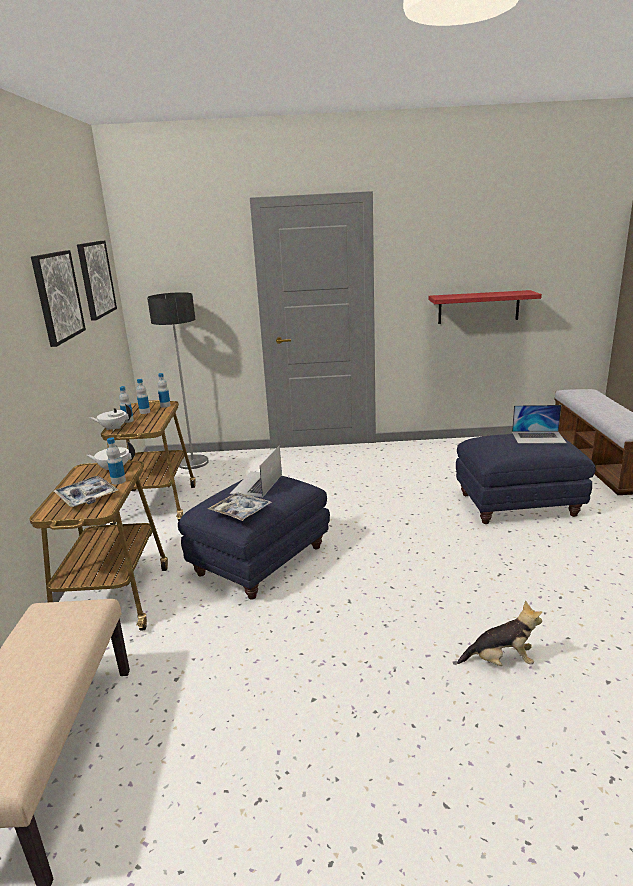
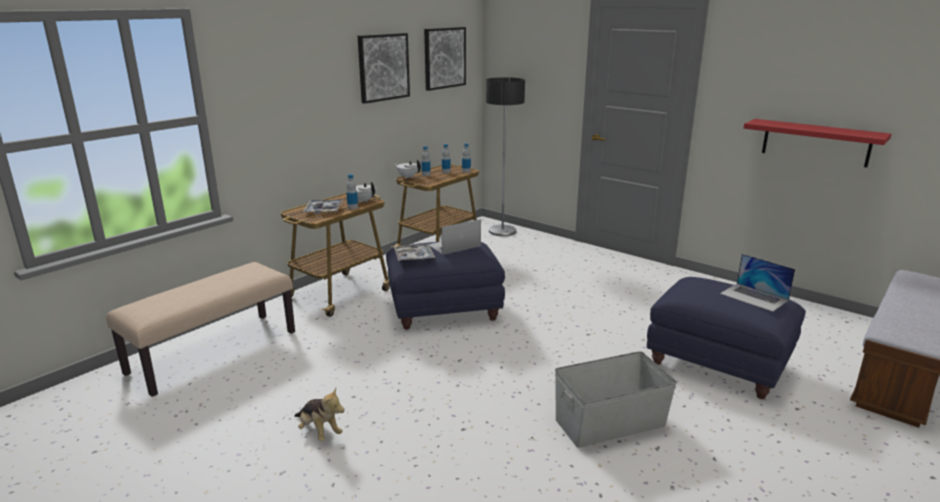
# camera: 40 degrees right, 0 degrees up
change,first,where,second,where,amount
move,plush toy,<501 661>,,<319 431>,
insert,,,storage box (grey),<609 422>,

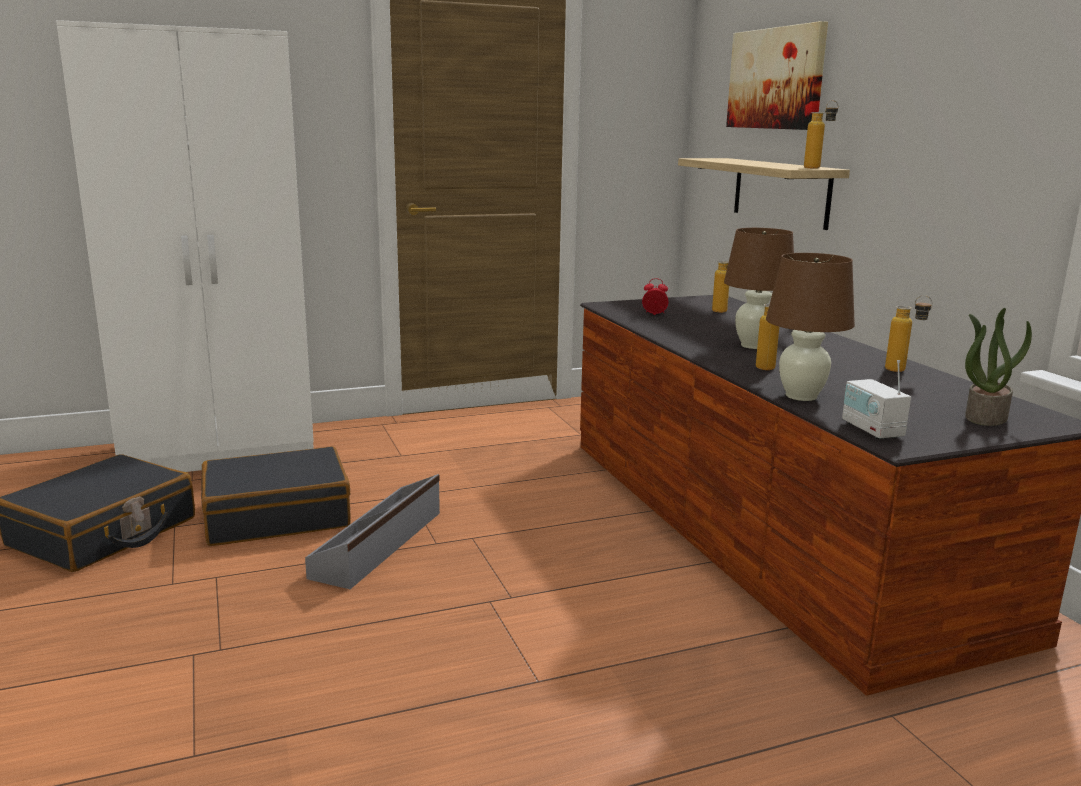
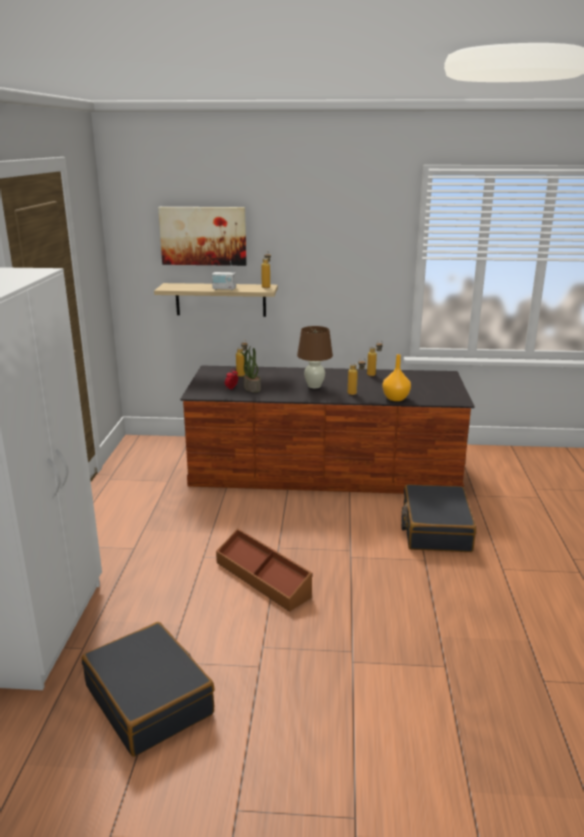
# camera: 65 degrees left, 5 degrees up
change,first,where,second,where,amount
replace,table lamp (brown),<801 396>,vase (orange),<396 398>,
move,potted plant,<985 416>,,<251 388>,
move,radio,<871 430>,,<224 289>,
move,suitcase (black),<277 515>,,<435 529>,
recolor,storage box (grey),<380 544>,storage box (brown),<263 578>,

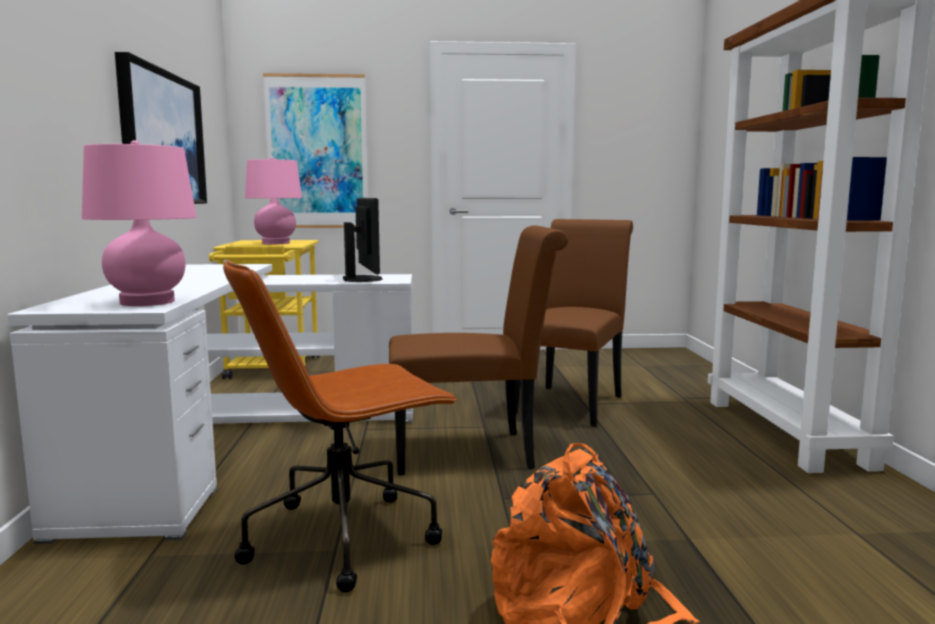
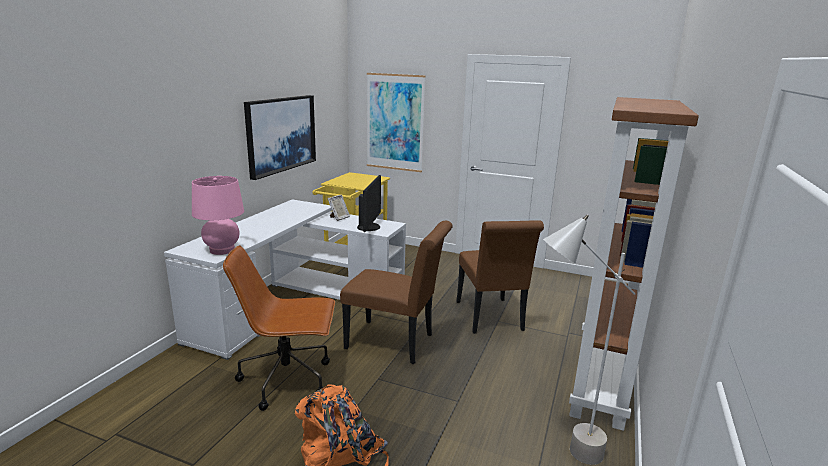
# camera: 25 degrees right, 10 degrees up
change,first,where,second,where,amount
delete,table lamp (pink),<276 243>,,,
rotate,chair (brown),<571 403>,,<490 318>,120 degrees clockwise
insert,,,picture frame,<339 218>,
insert,,,floor lamp (grey),<561 455>,

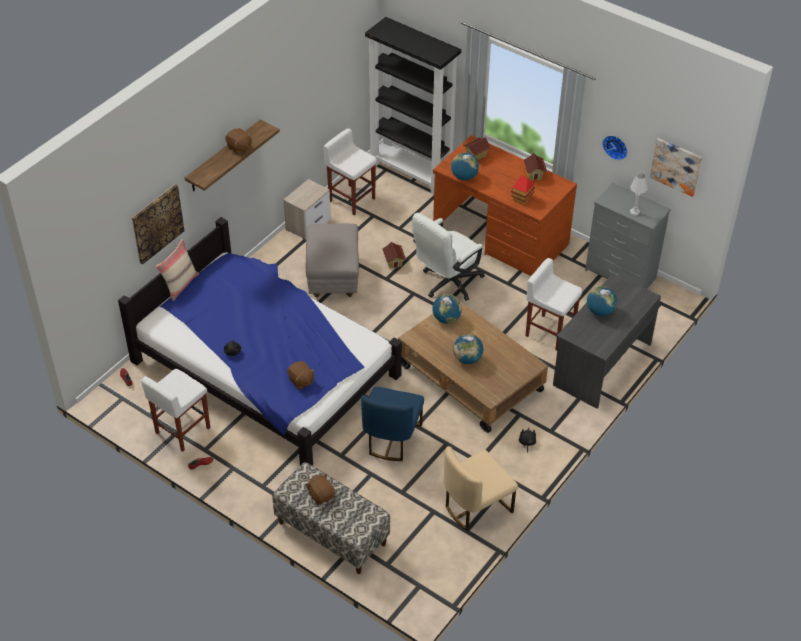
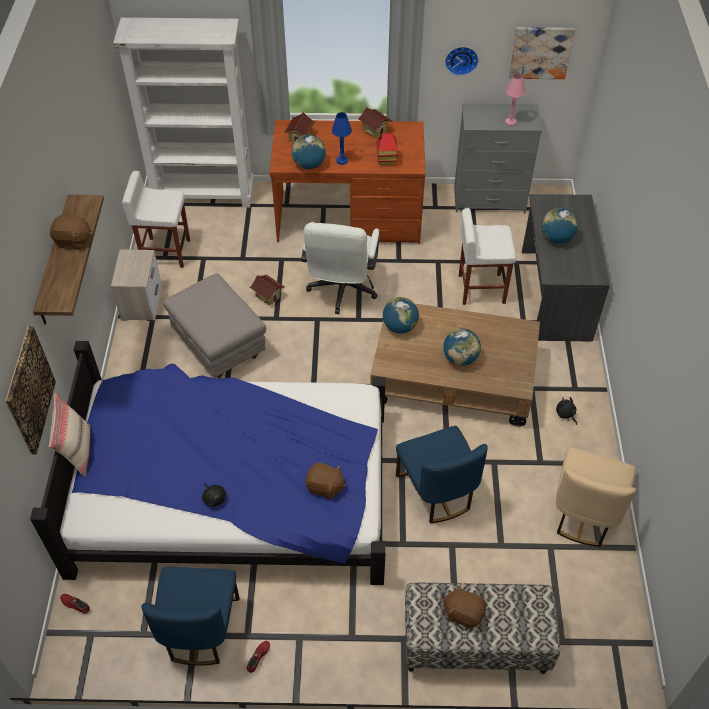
# camera: 35 degrees left, 5 degrees up
change,first,where,second,where,amount
recolor,bookcase (black),<411 172>,bookcase (white),<204 195>,
recolor,table lamp (white),<634 212>,table lamp (pink),<510 122>,
replace,stool (white),<182 431>,chair (blue),<200 629>,
insert,,,table lamp (blue),<342 161>,

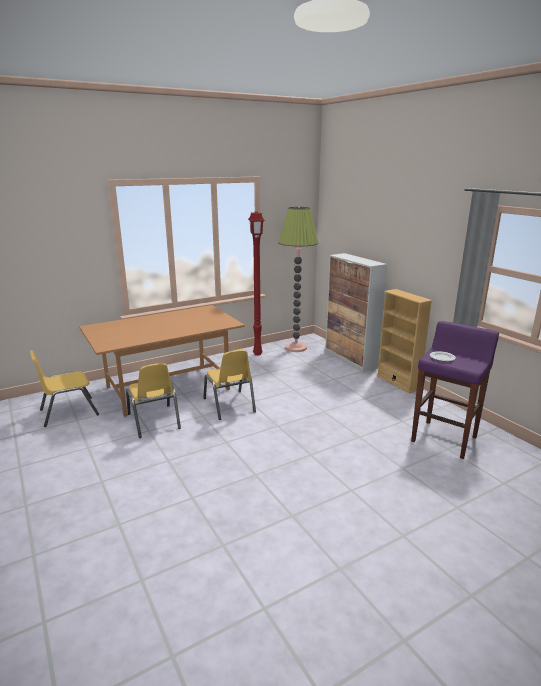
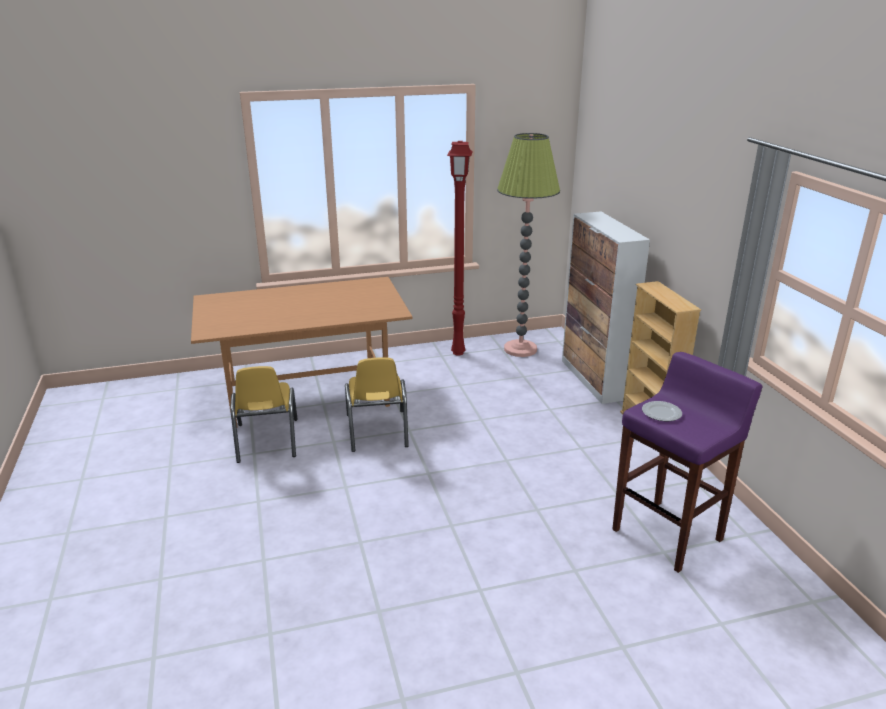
# camera: 15 degrees right, 5 degrees up
change,first,where,second,where,amount
delete,chair (yellow),<68 412>,,,

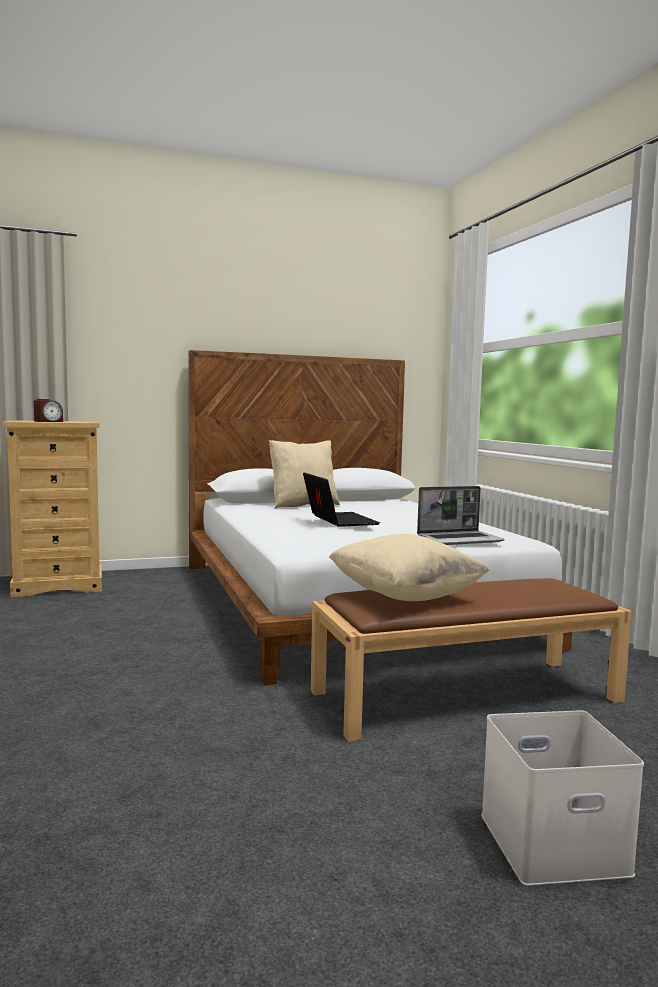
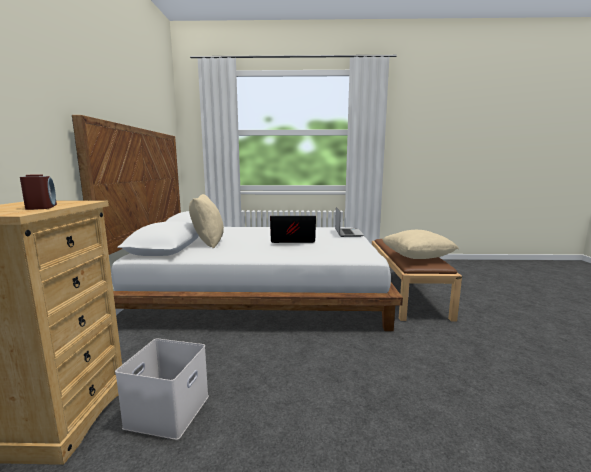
# camera: 70 degrees left, 5 degrees up
change,first,where,second,where,amount
move,storage box (white),<554 841>,,<167 410>,

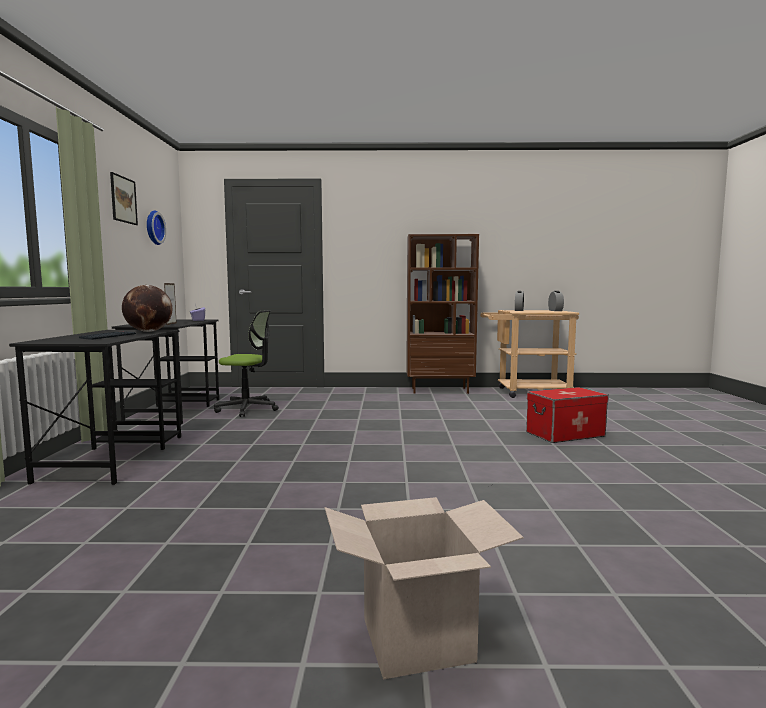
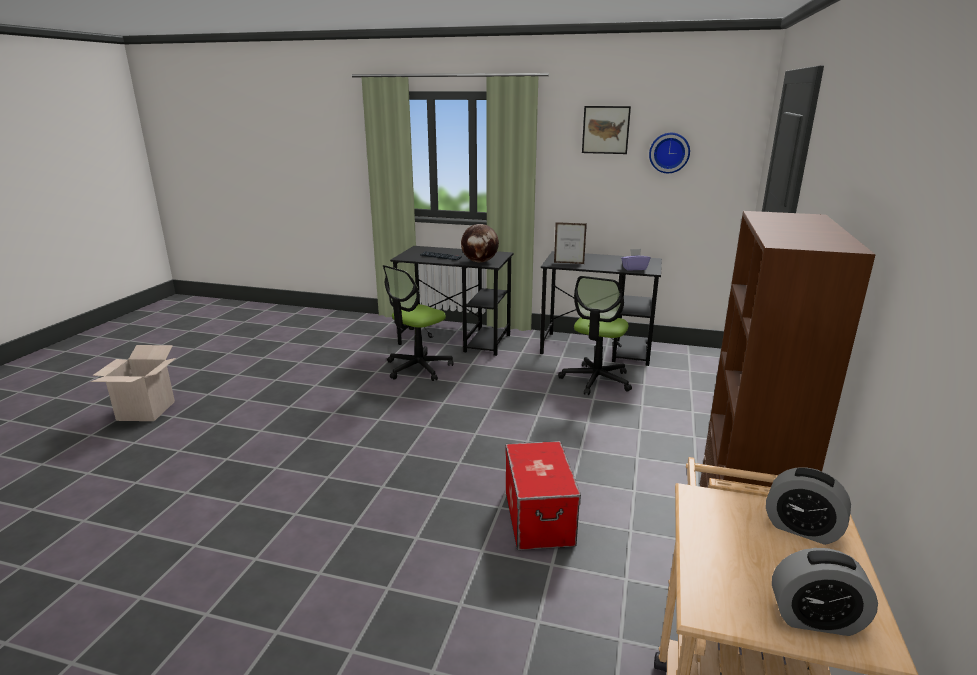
# camera: 105 degrees right, 15 degrees up
change,first,where,second,where,amount
move,storage box,<565 434>,,<539 517>,
insert,,,office chair,<418 368>,

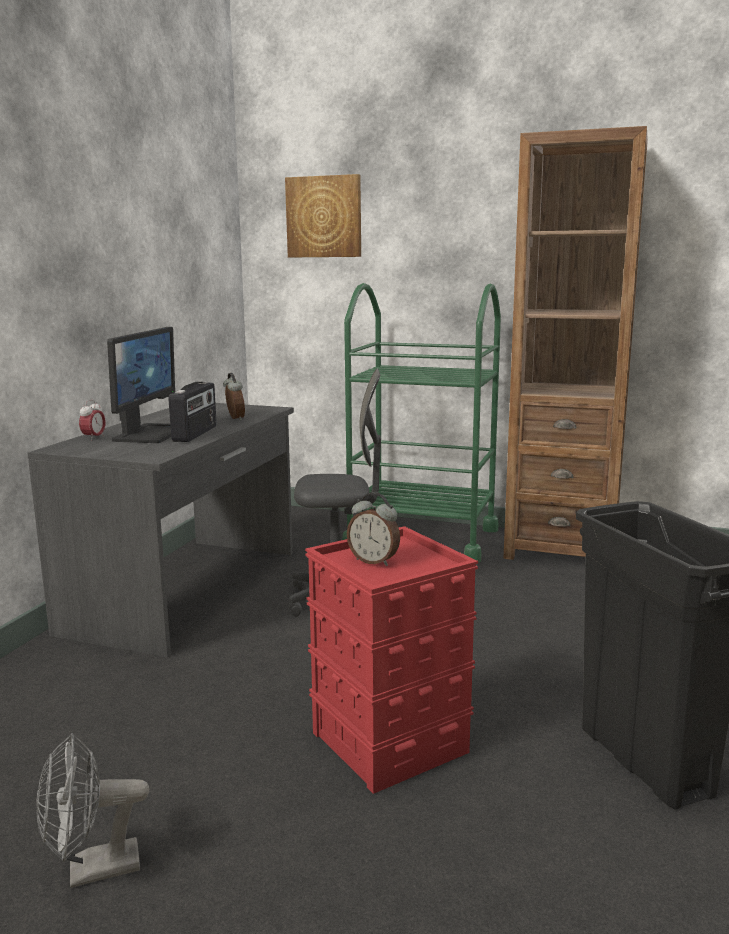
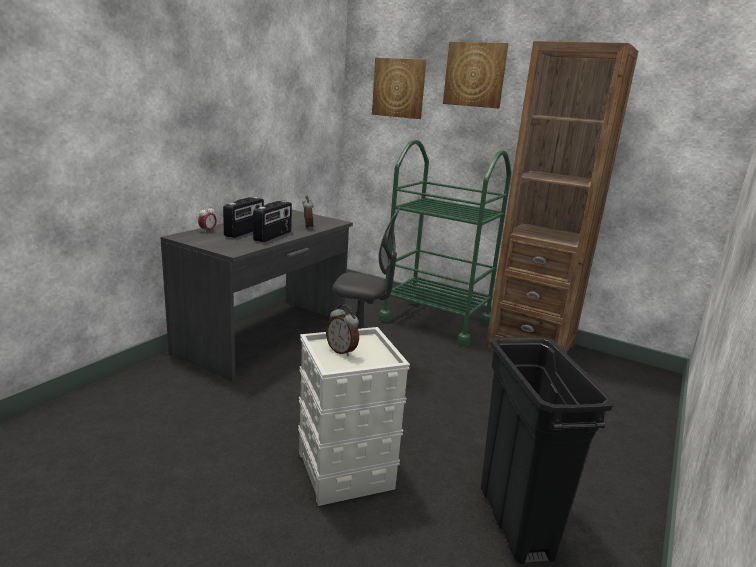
# camera: 10 degrees right, 5 degrees up
change,first,where,second,where,amount
replace,monitor,<150 433>,radio,<245 232>,
recolor,storage box (red),<391 743>,storage box (grey),<346 471>,
delete,fan (grey),<92 871>,,,
insert,,,picture,<475 75>,

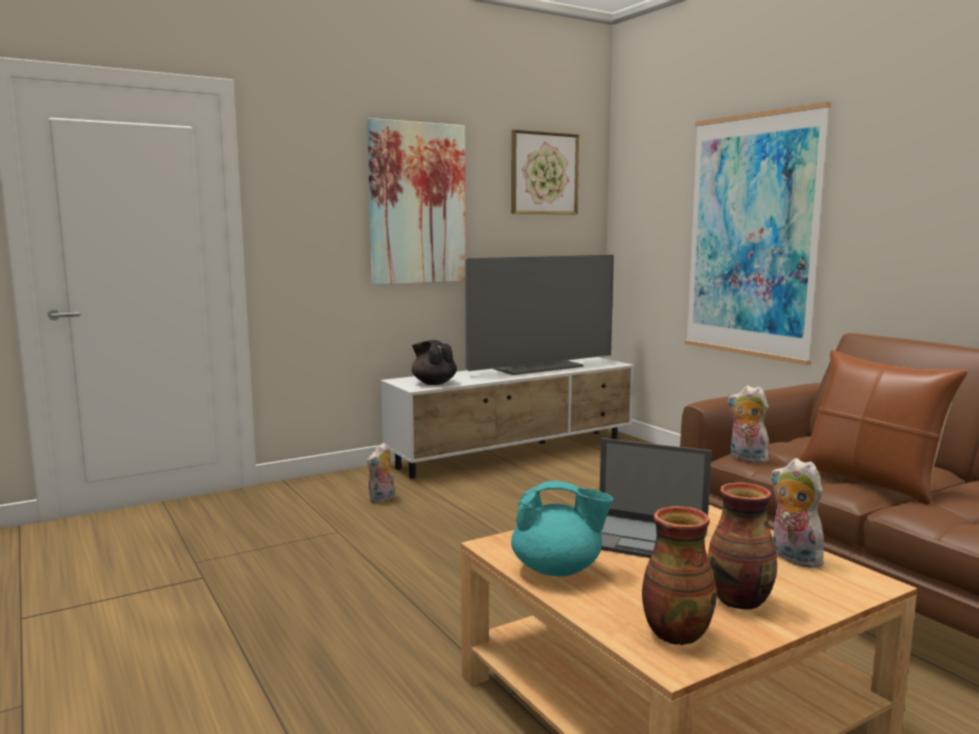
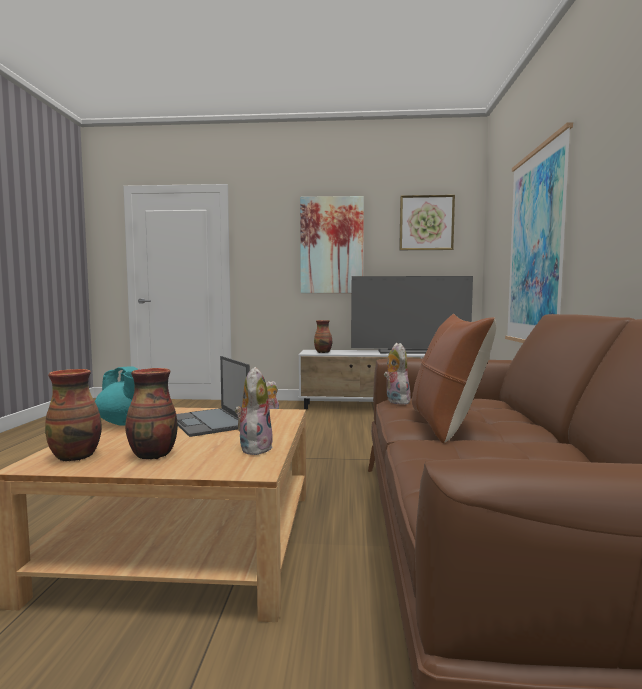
# camera: 35 degrees right, 5 degrees down
change,first,where,second,where,amount
replace,teapot (black),<433 383>,vase,<323 352>,

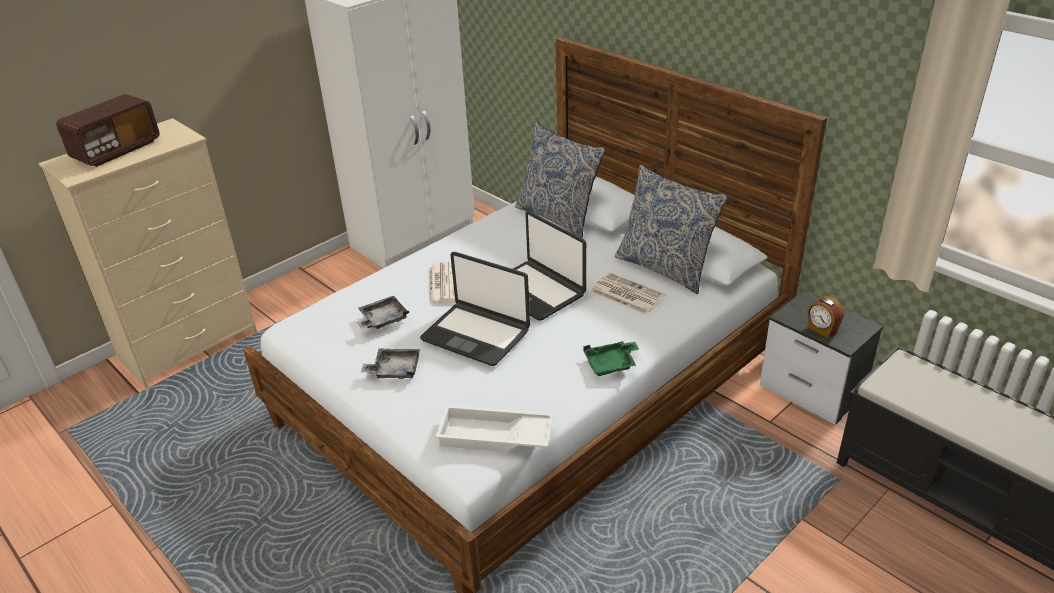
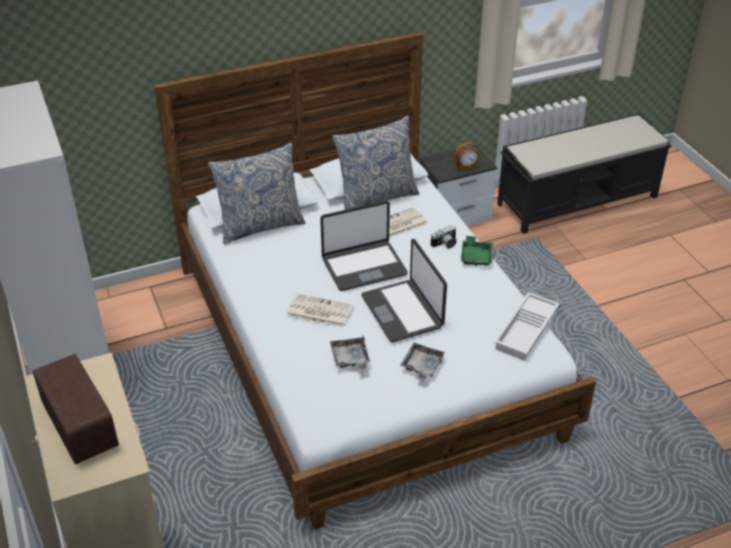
# camera: 70 degrees left, 5 degrees up
change,first,where,second,where,amount
rotate,laptop,<476 334>,,<403 311>,105 degrees clockwise
insert,,,photo camera,<444 244>,

